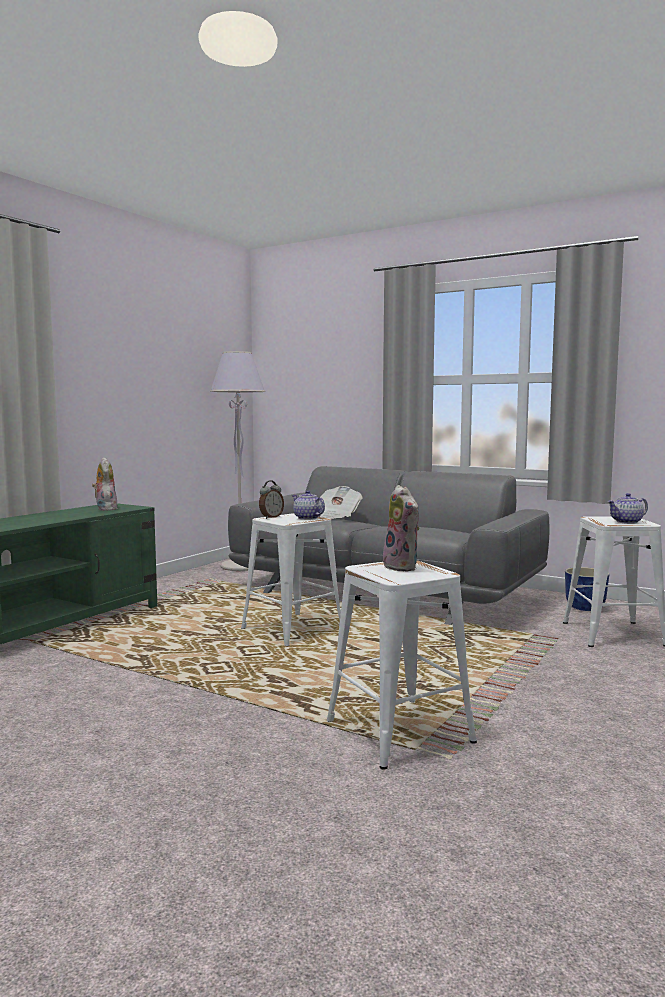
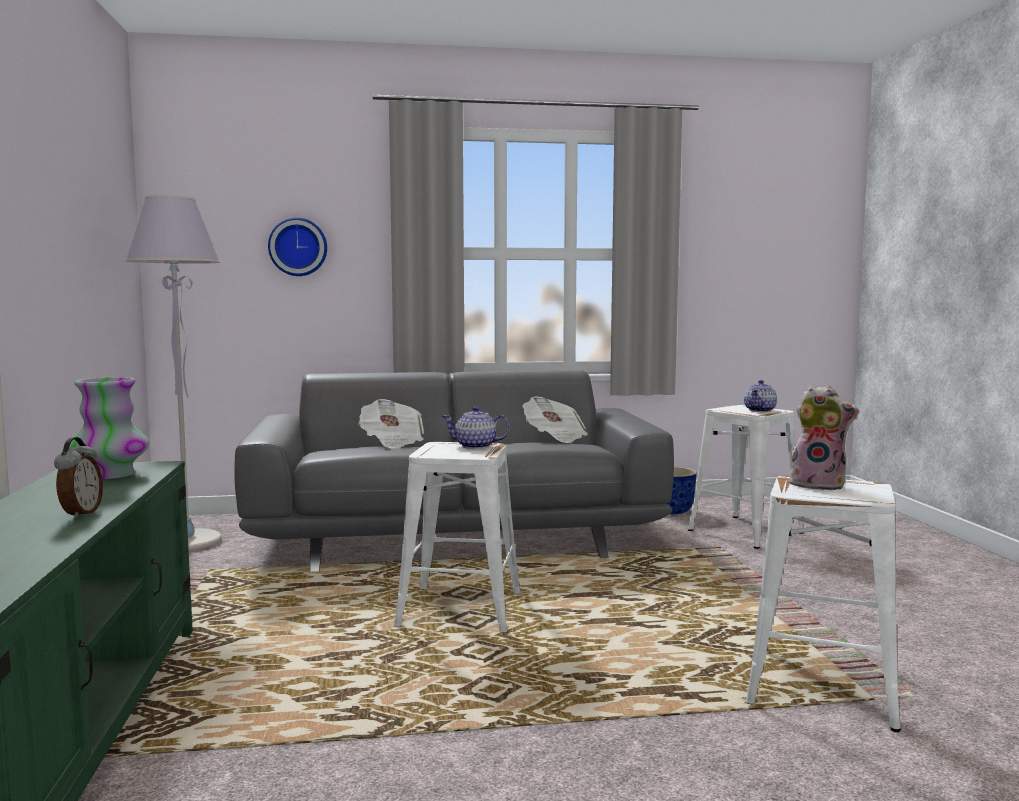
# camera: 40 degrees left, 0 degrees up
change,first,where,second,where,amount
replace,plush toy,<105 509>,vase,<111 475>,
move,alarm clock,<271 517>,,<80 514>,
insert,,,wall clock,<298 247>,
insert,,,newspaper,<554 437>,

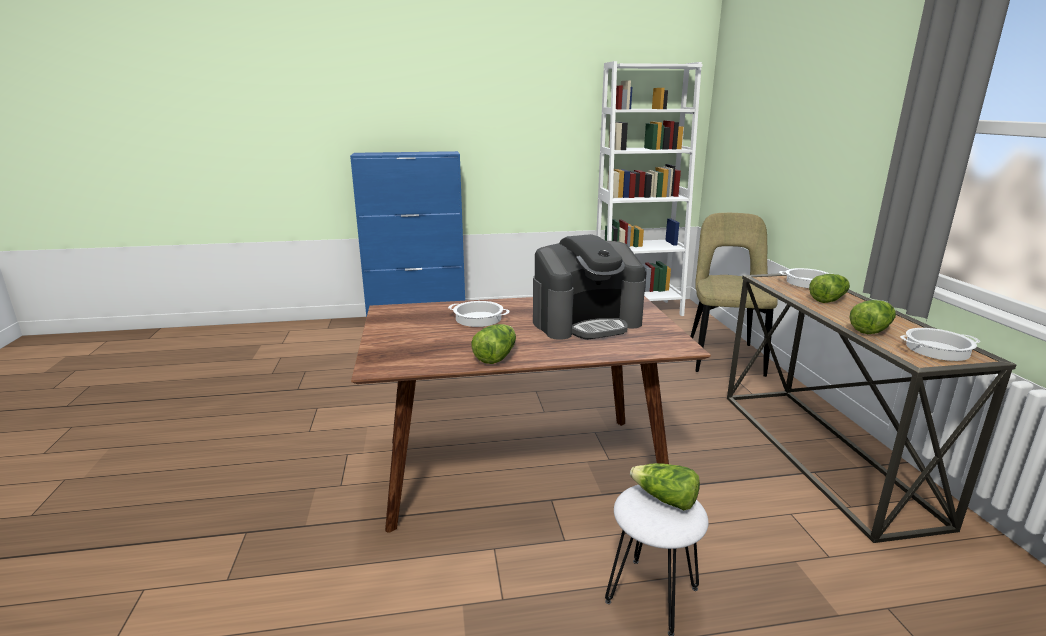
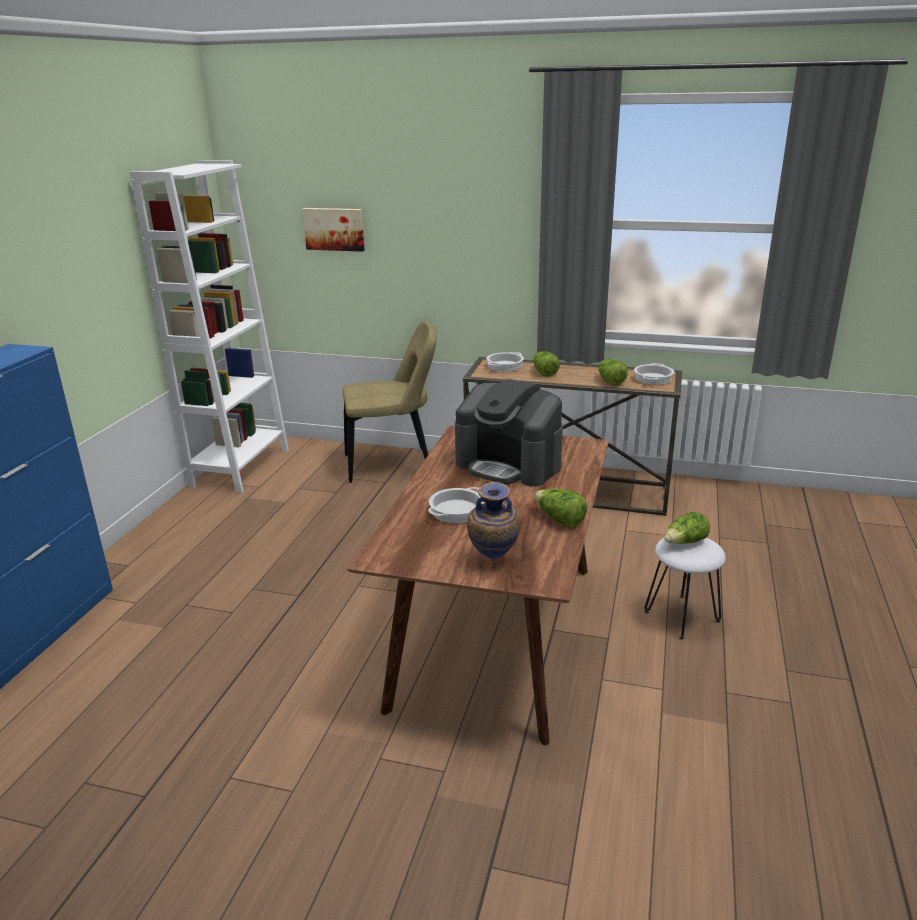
# camera: 65 degrees left, 5 degrees up
change,first,where,second,where,amount
rotate,chair (beige),<724 356>,,<393 465>,135 degrees clockwise
rotate,coffee machine,<586 322>,,<509 464>,120 degrees clockwise
insert,,,picture,<334 229>,
insert,,,vase,<492 560>,

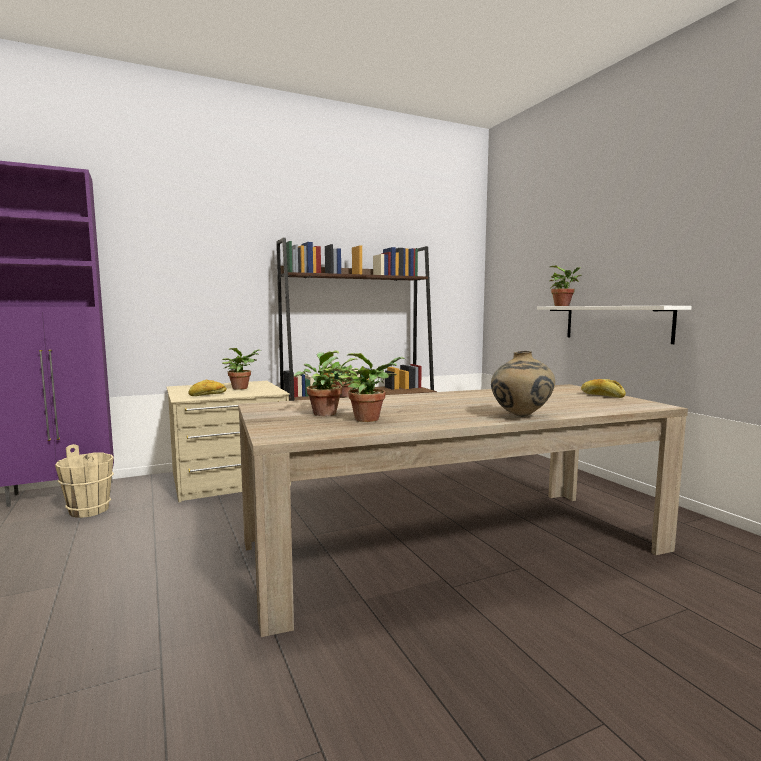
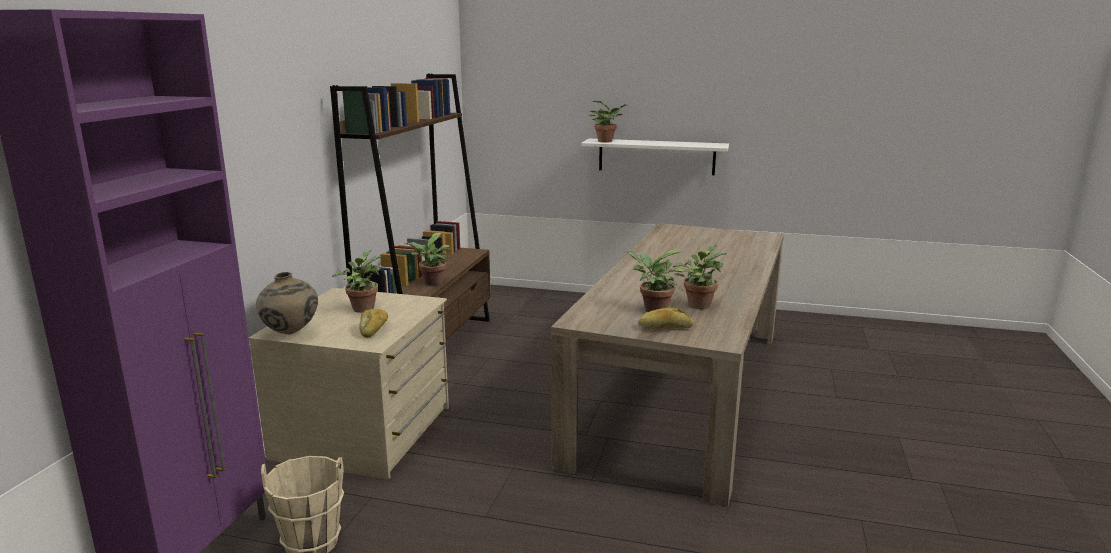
# camera: 50 degrees left, 10 degrees up
change,first,where,second,where,amount
move,vase (beige),<521 416>,,<291 333>,
move,bread,<602 395>,,<665 328>,

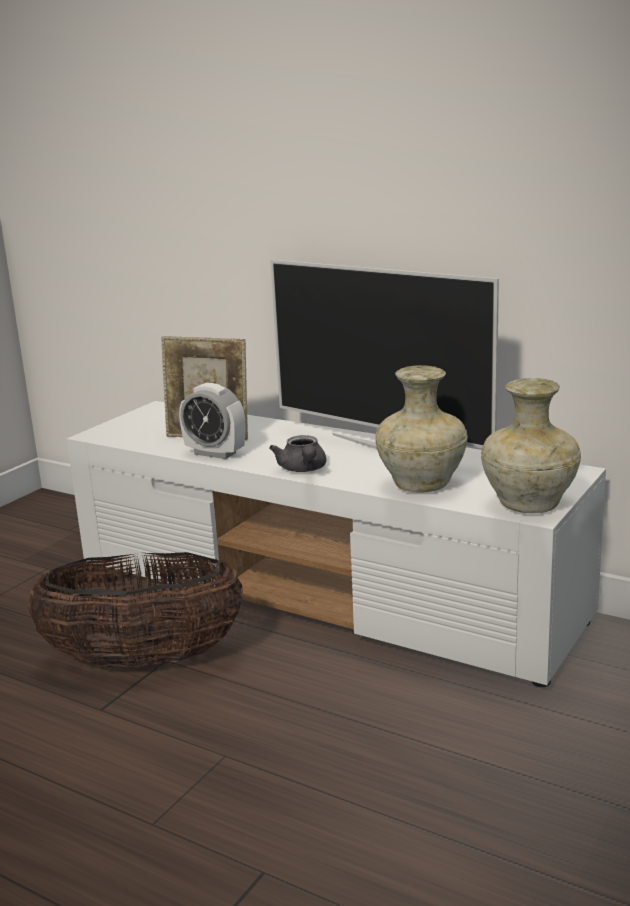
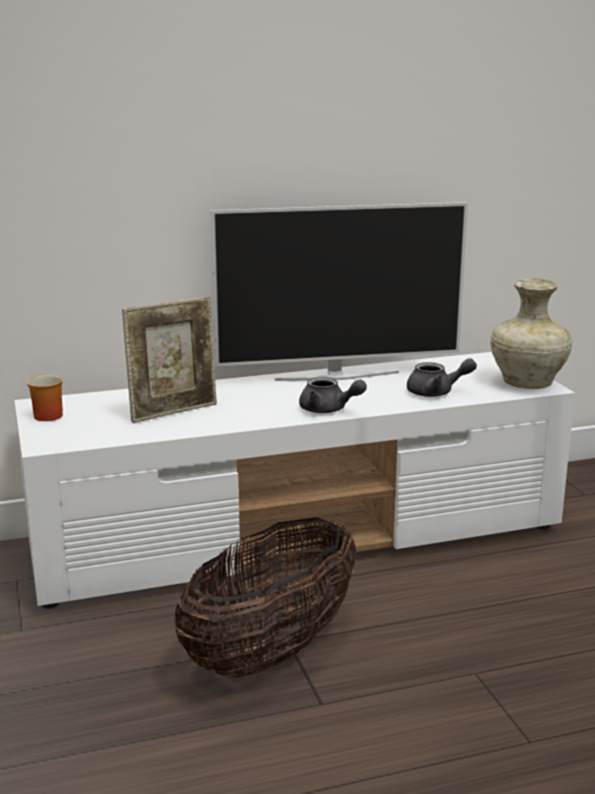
# camera: 50 degrees left, 0 degrees up
change,first,where,second,where,amount
replace,vase (beige),<423 485>,teapot (grey),<436 392>,
delete,alarm clock,<215 453>,,,
insert,,,mug,<46 415>,

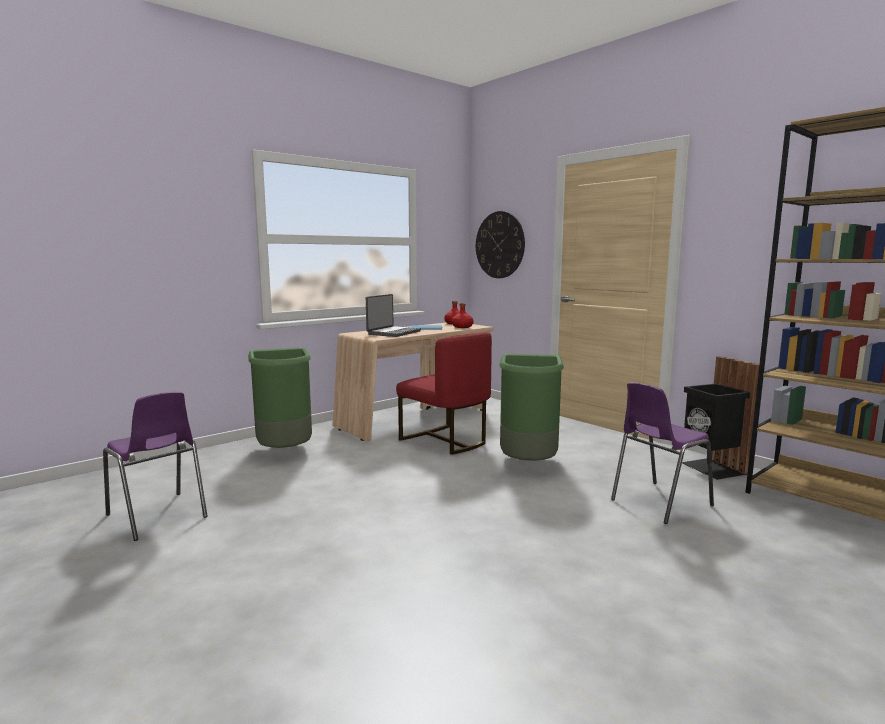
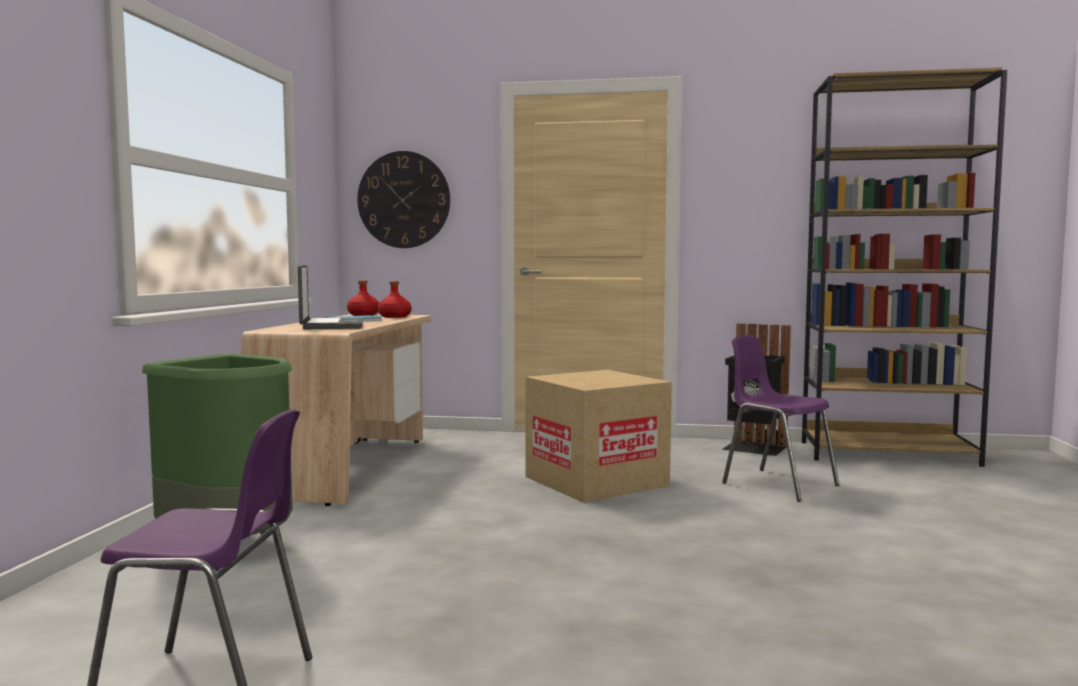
# camera: 40 degrees left, 5 degrees down
change,first,where,second,where,amount
delete,chair (red),<445 441>,,,
replace,trash can (green),<528 463>,cardboard box,<596 481>,
rotate,chair (purple),<658 503>,,<777 484>,120 degrees clockwise

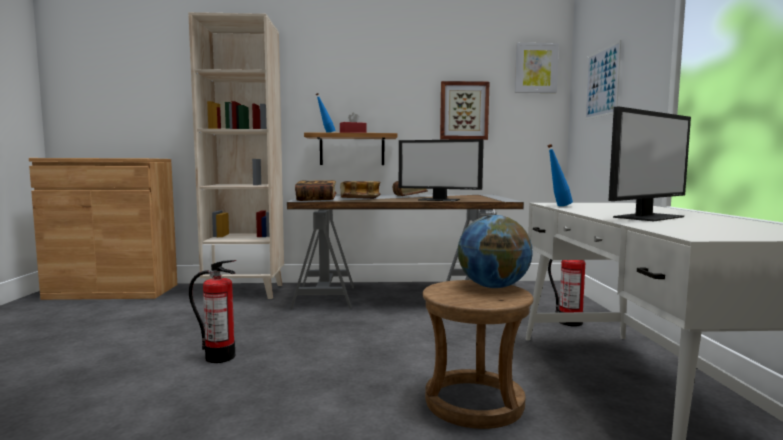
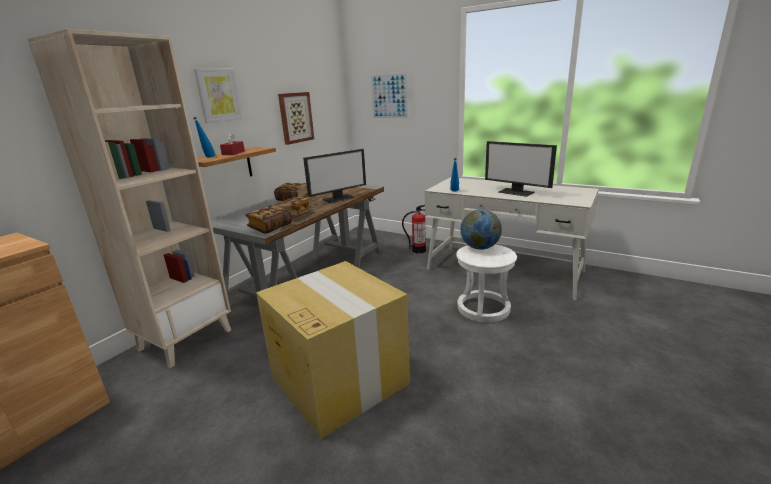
# camera: 55 degrees left, 15 degrees up
change,first,where,second,where,amount
move,picture,<536 68>,,<218 95>,
rotate,monitor,<647 217>,,<516 192>,135 degrees clockwise
replace,fire extinguisher,<220 357>,cardboard box,<338 379>,
recolor,stool (brown),<473 402>,stool (white),<483 308>,

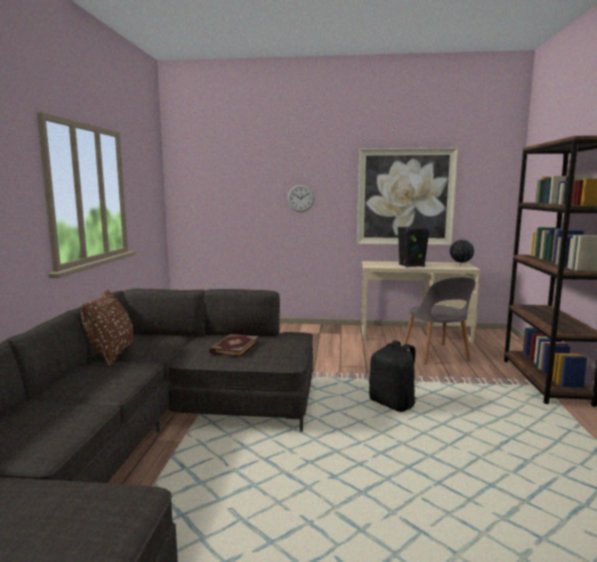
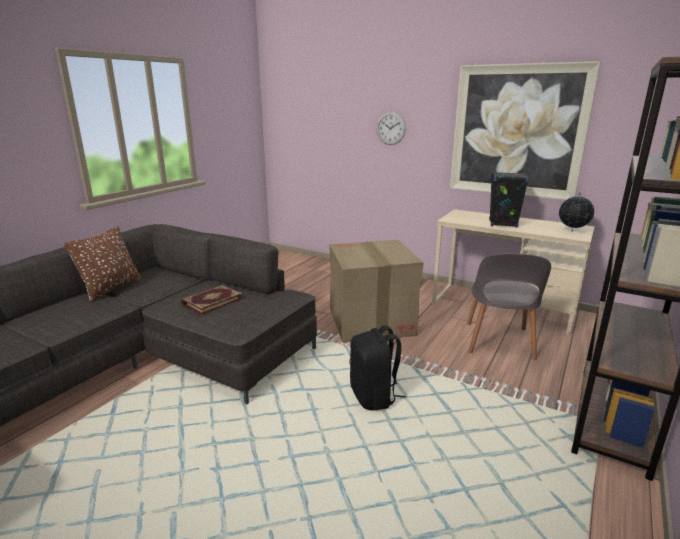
# camera: 25 degrees right, 10 degrees up
change,first,where,second,where,amount
insert,,,cardboard box,<371 321>,

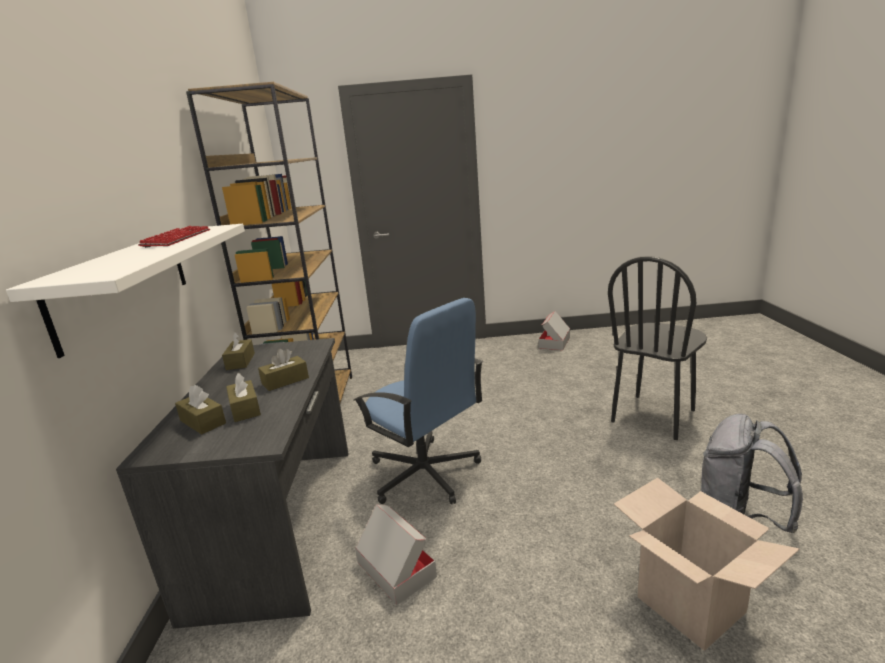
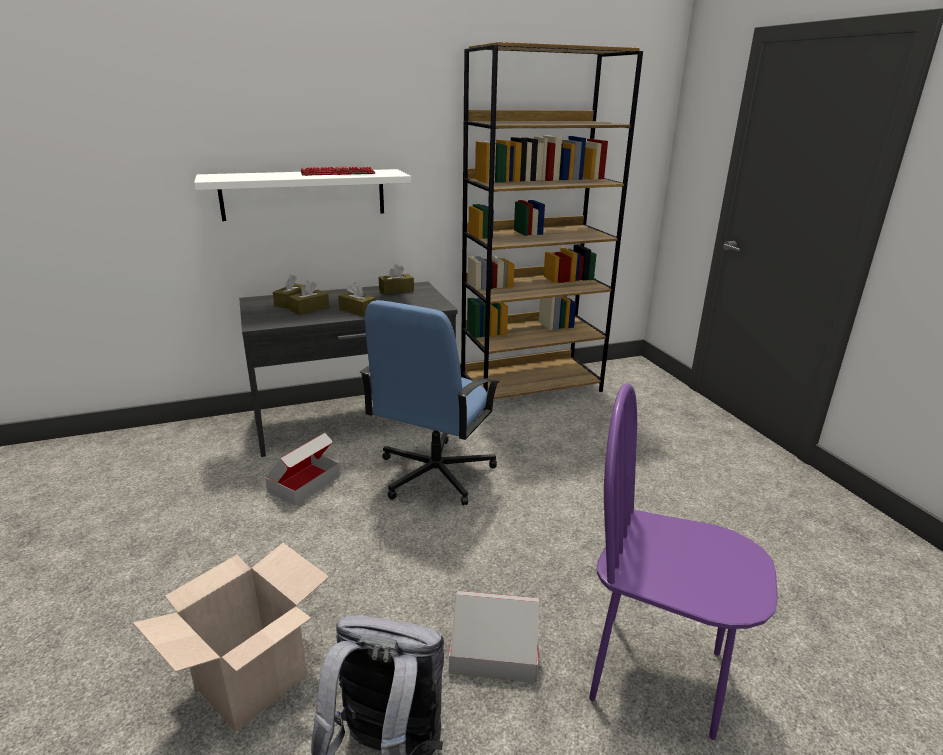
# camera: 70 degrees right, 5 degrees up
change,first,where,second,where,amount
recolor,chair (black),<654 416>,chair (purple),<657 673>,
move,cardboard box,<554 342>,,<494 653>,

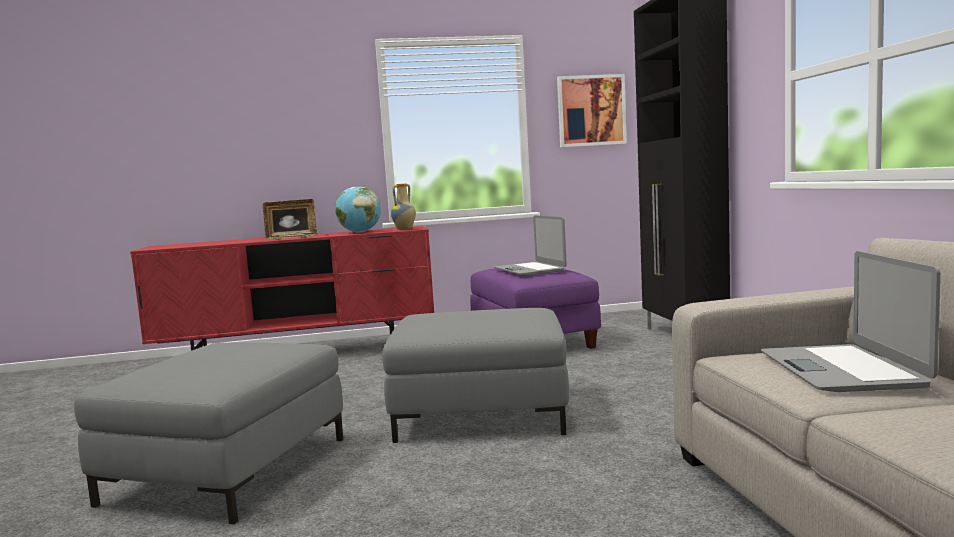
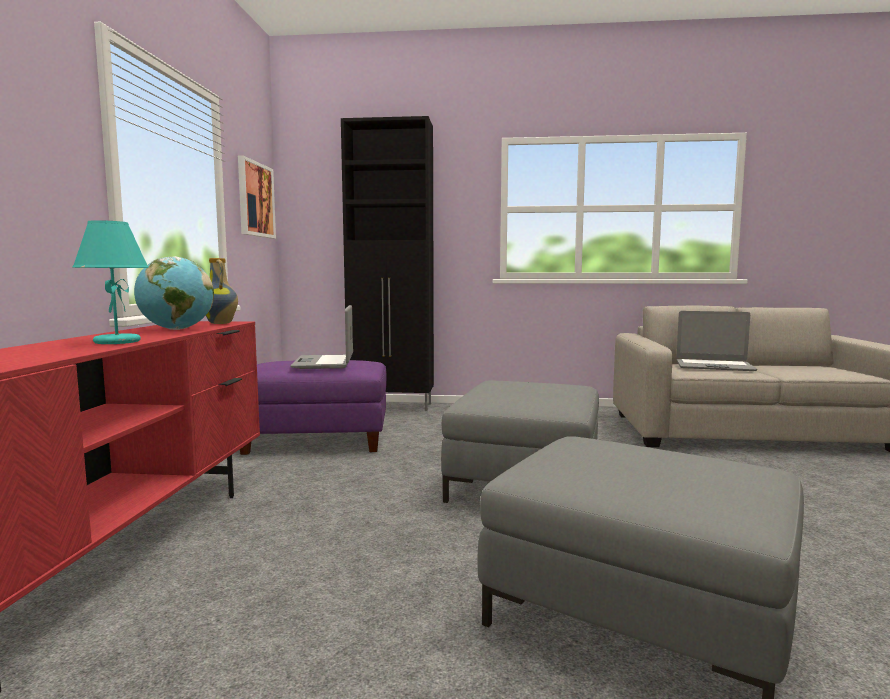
# camera: 75 degrees left, 0 degrees up
change,first,where,second,where,amount
replace,picture frame,<292 237>,table lamp (turquoise),<117 342>,
rotate,laptop,<530 270>,,<324 363>,90 degrees clockwise

